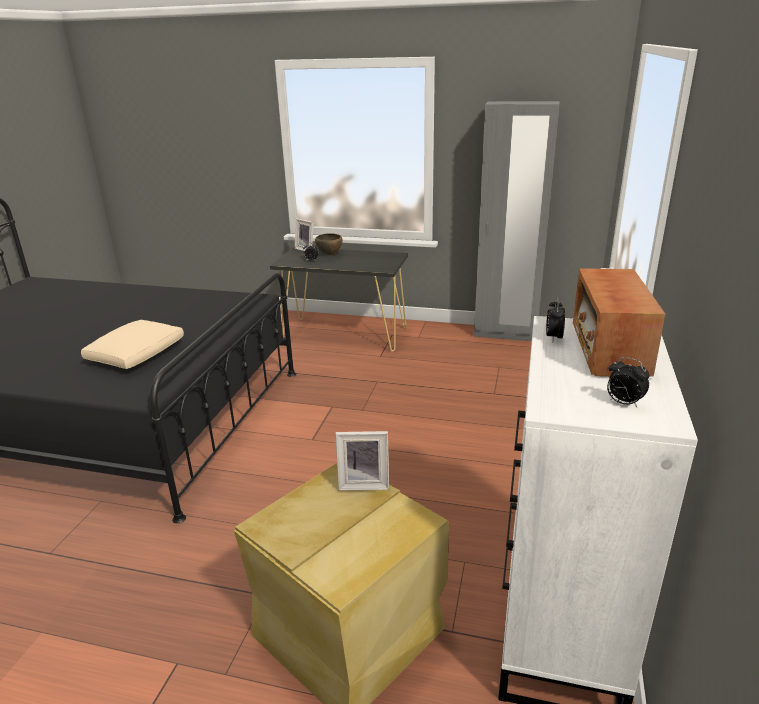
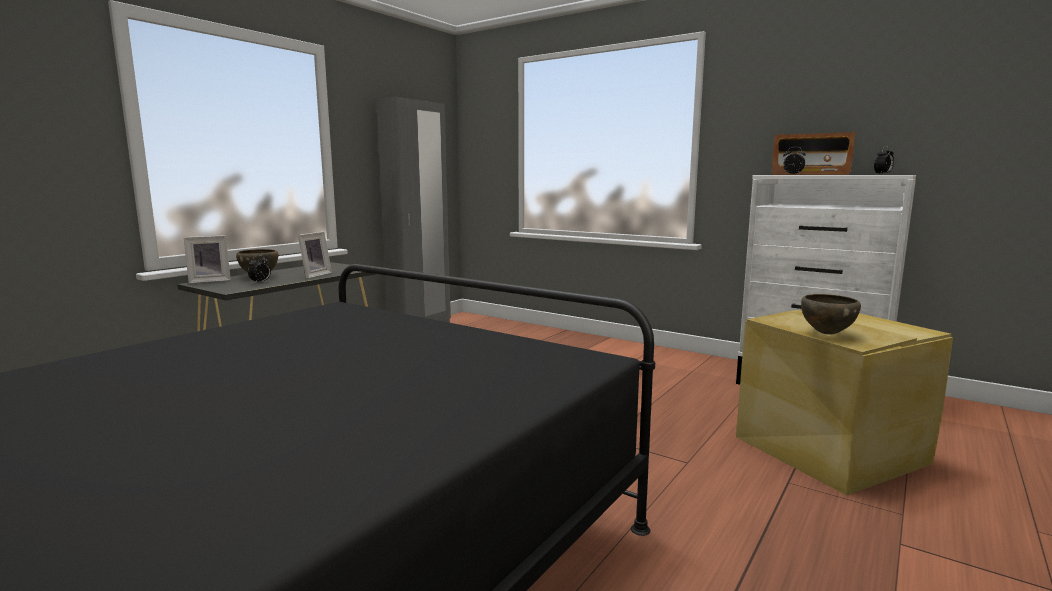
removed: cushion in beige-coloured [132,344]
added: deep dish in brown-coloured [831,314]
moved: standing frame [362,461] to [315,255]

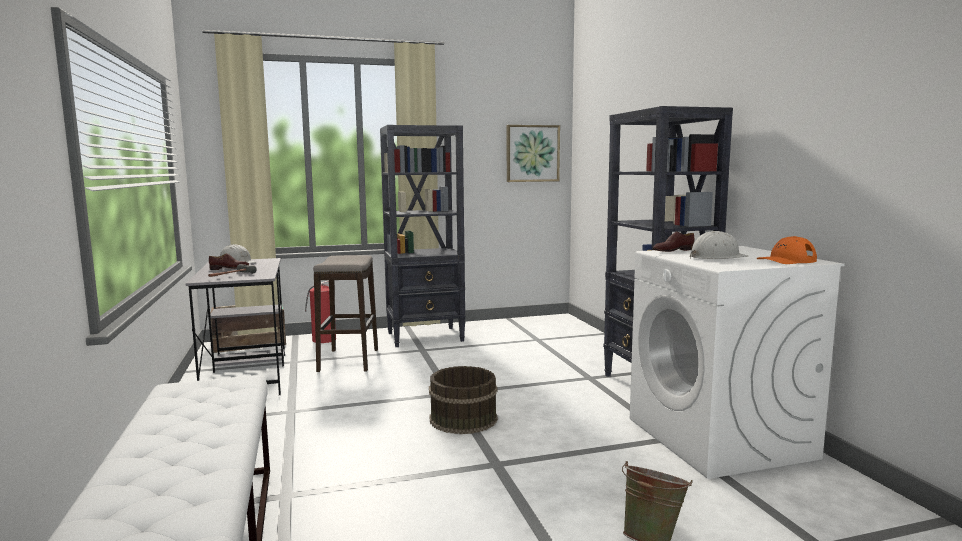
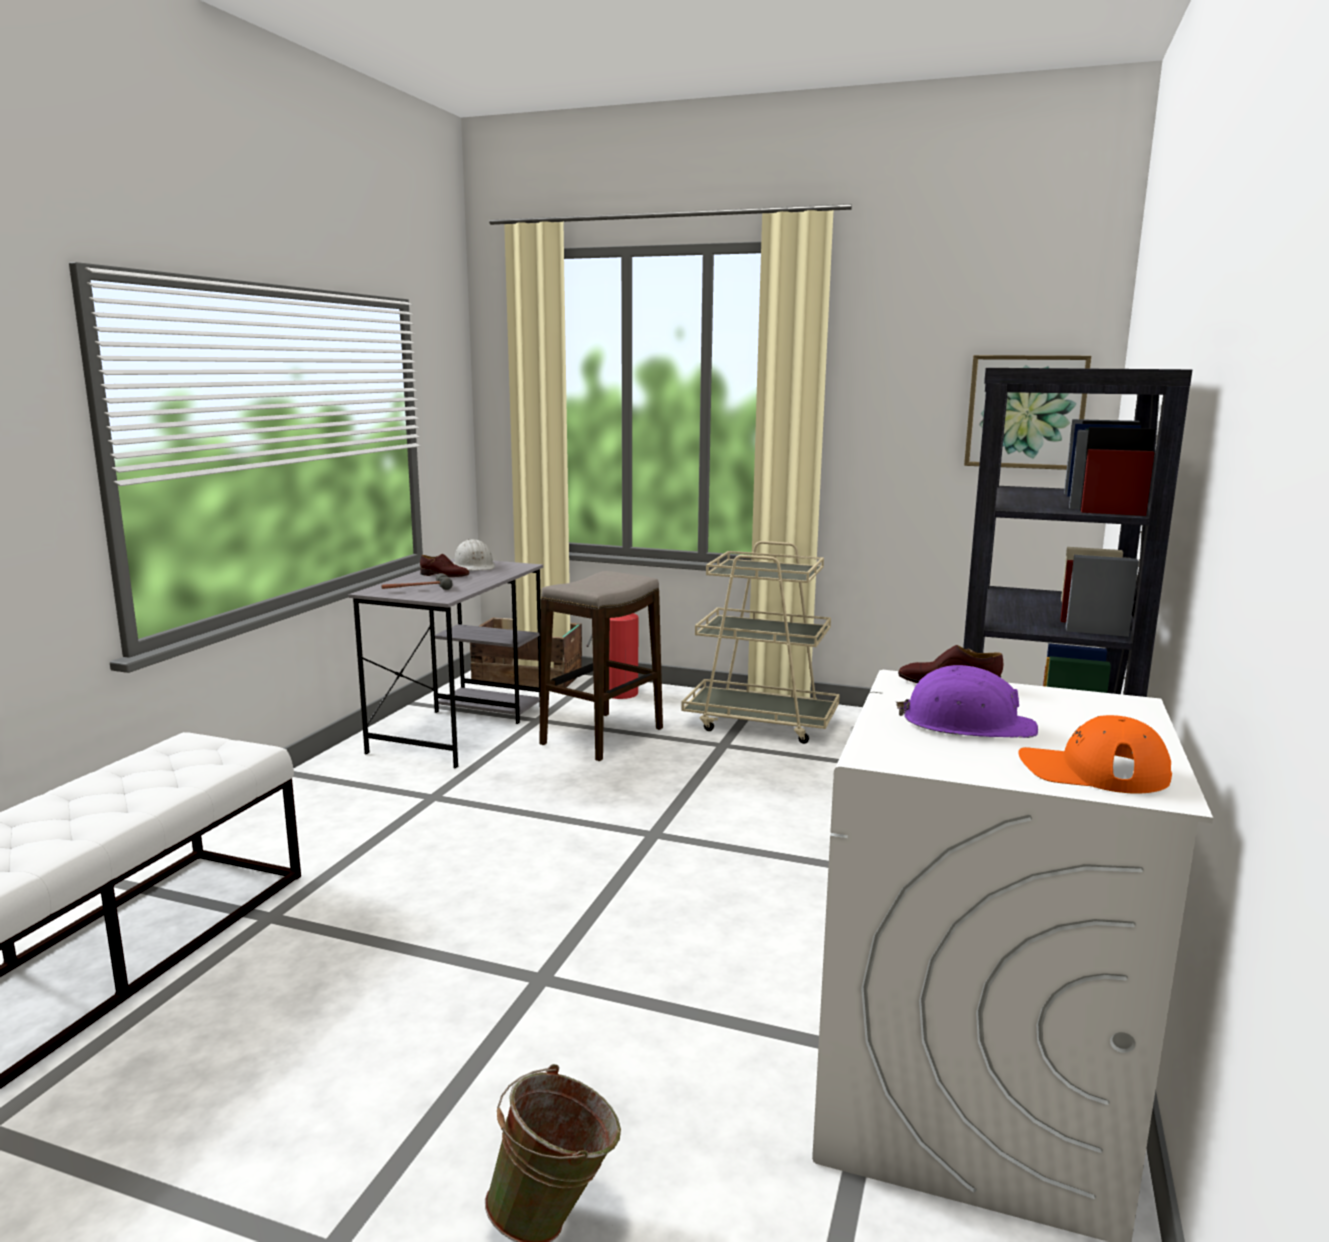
removed: pail in brown-coloured [463,400]
replaced: bookcase in blackish [423,236] to trolley in beige-coloured [760,642]
recoloured: safety helmet in white-coloured [718,245] to safety helmet in purple-coloured [967,701]

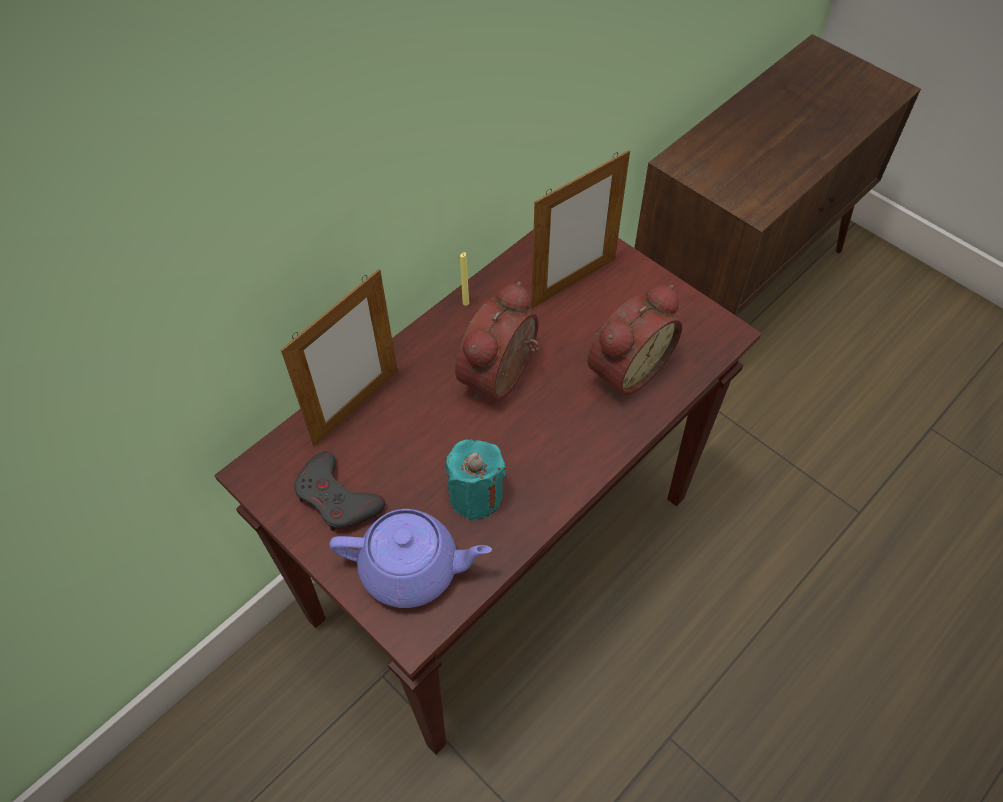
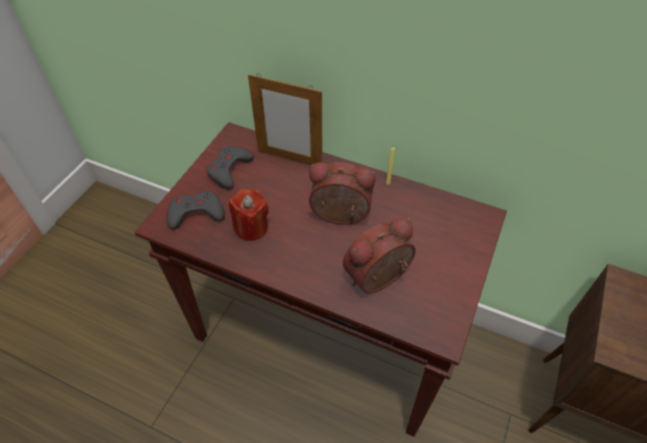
removed: standing frame [580,229]
replaced: pot for tea in purple-coloured [410,558] to game controller in gray [195,210]
recoloured: wax light in turquoise-coloured [476,479] to wax light in reddish [249,215]
turned: table clock [634,341] = [379,255] 120 degrees clockwise

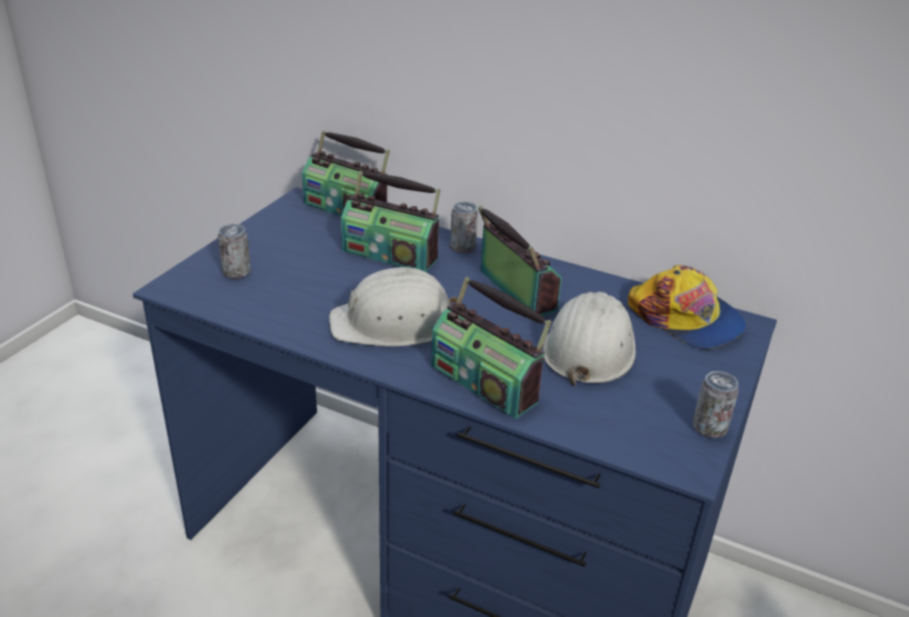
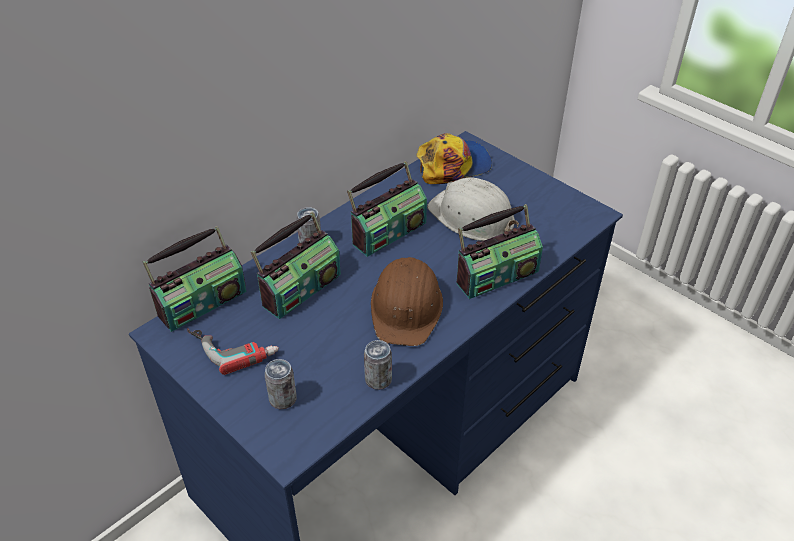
added: drill [233,351]
moved: can [716,404] to [378,365]
recoloured: safety helmet in white-coloured [393,307] to safety helmet in brown-coloured [407,301]
turned: radio [520,261] = [387,209] 150 degrees clockwise

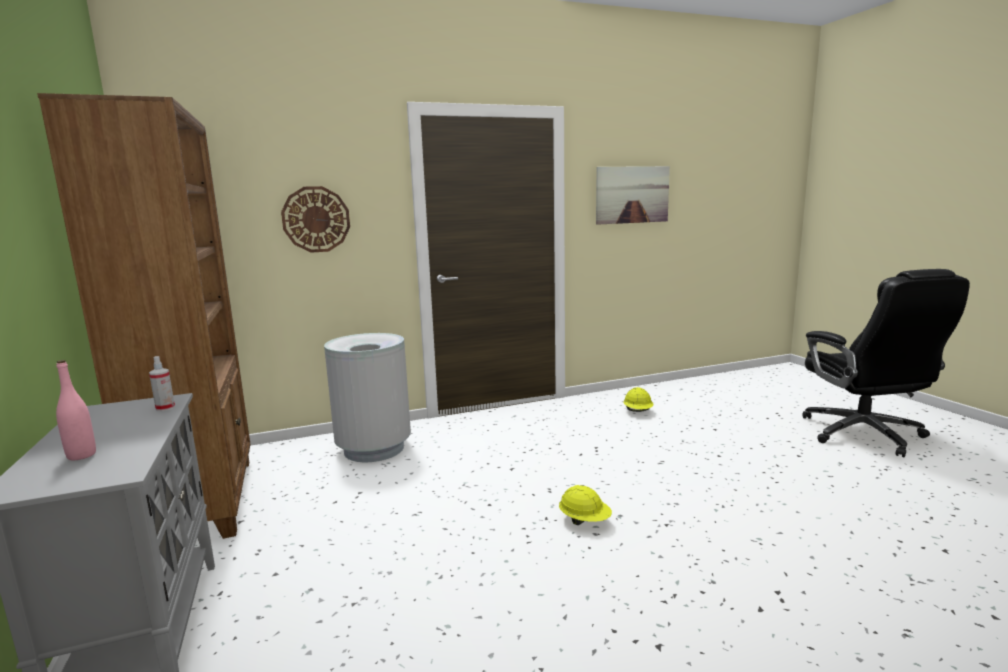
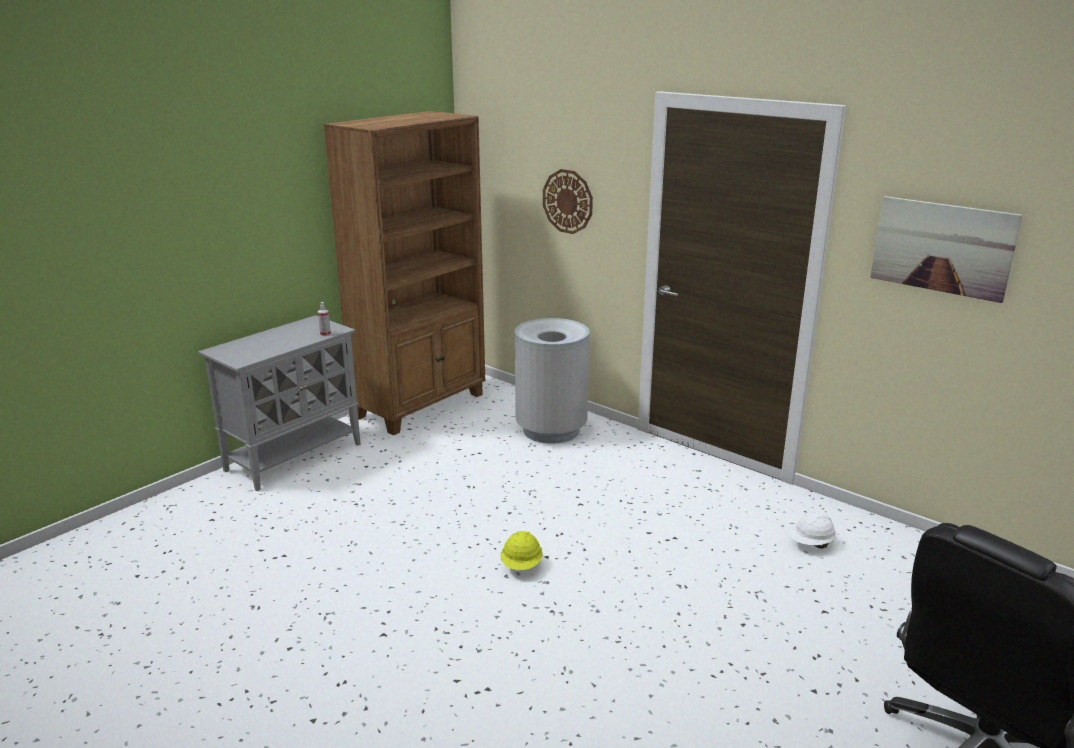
removed: beverage bottle in pink-coloured [76,410]
recoloured: safety helmet in yellow [638,399] to safety helmet in white-coloured [812,530]

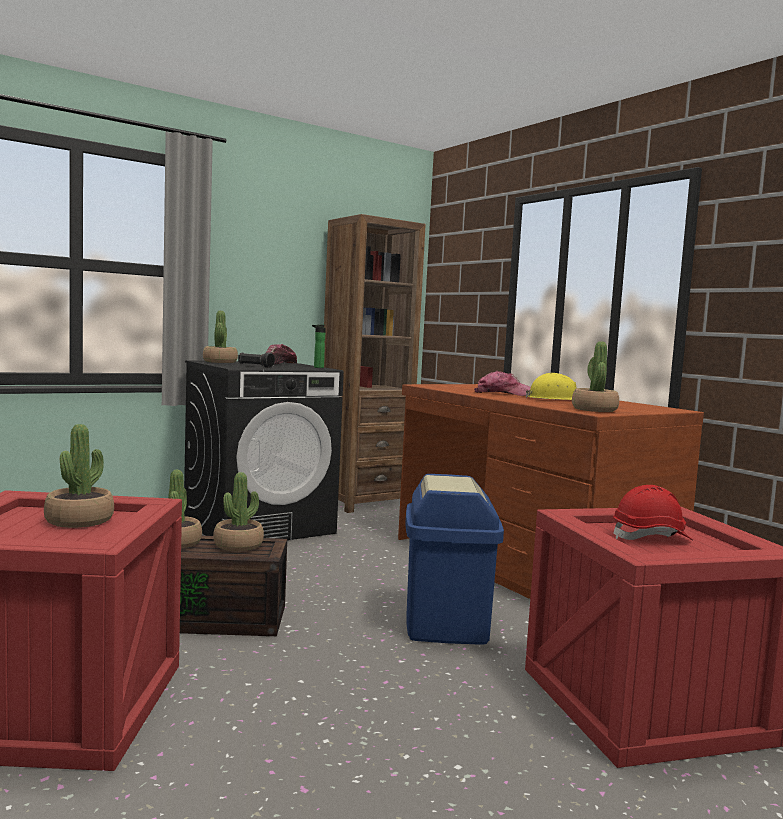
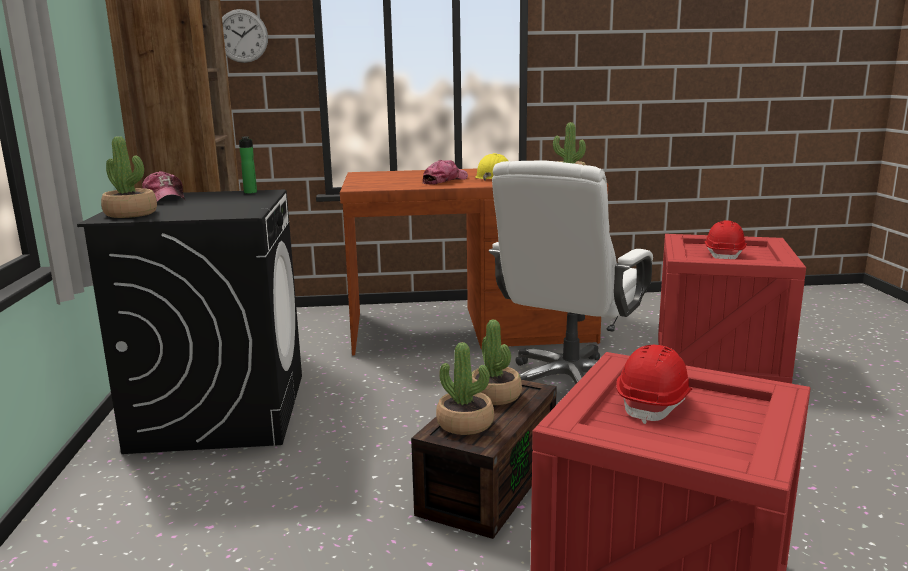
removed: flashlight in blackish [256,360]
added: hanging clock [245,36]
replaced: waste bin in bluish [455,559] to office chair in white-coloured [571,272]; plant in a pot [79,476] to safety helmet in reddish [654,384]

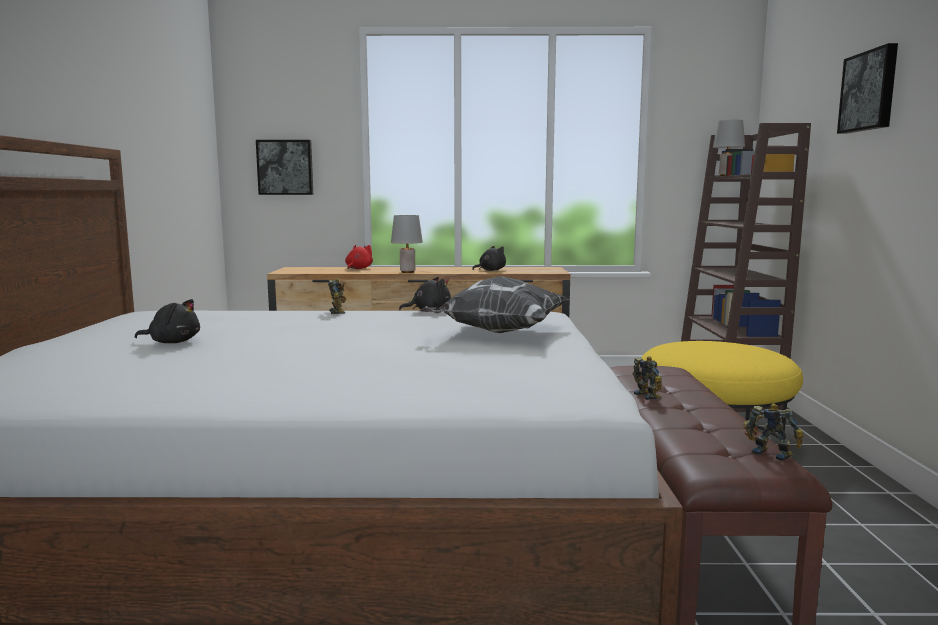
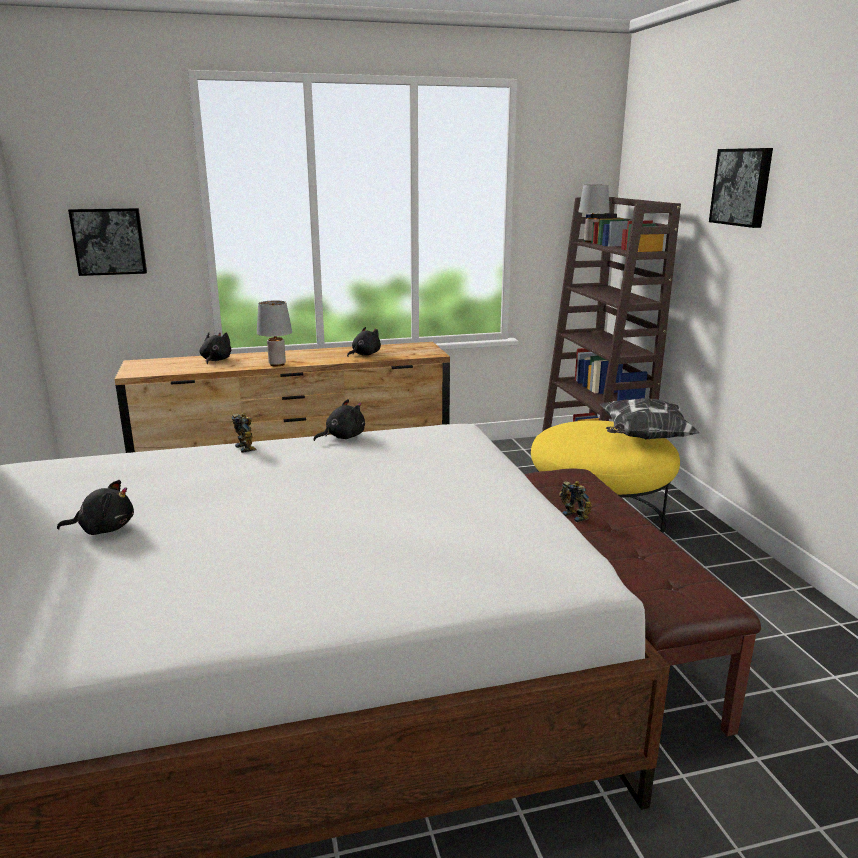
removed: robot figure [773,432]
moved: cushion [494,304] to [650,418]
recoloured: plush toy in reddish [359,257] to plush toy in blackish [215,348]

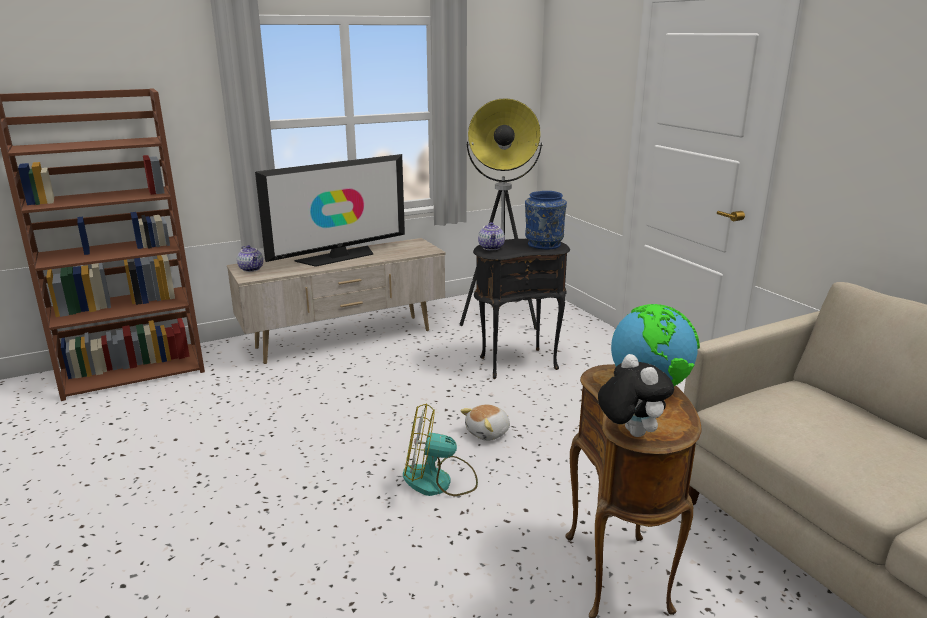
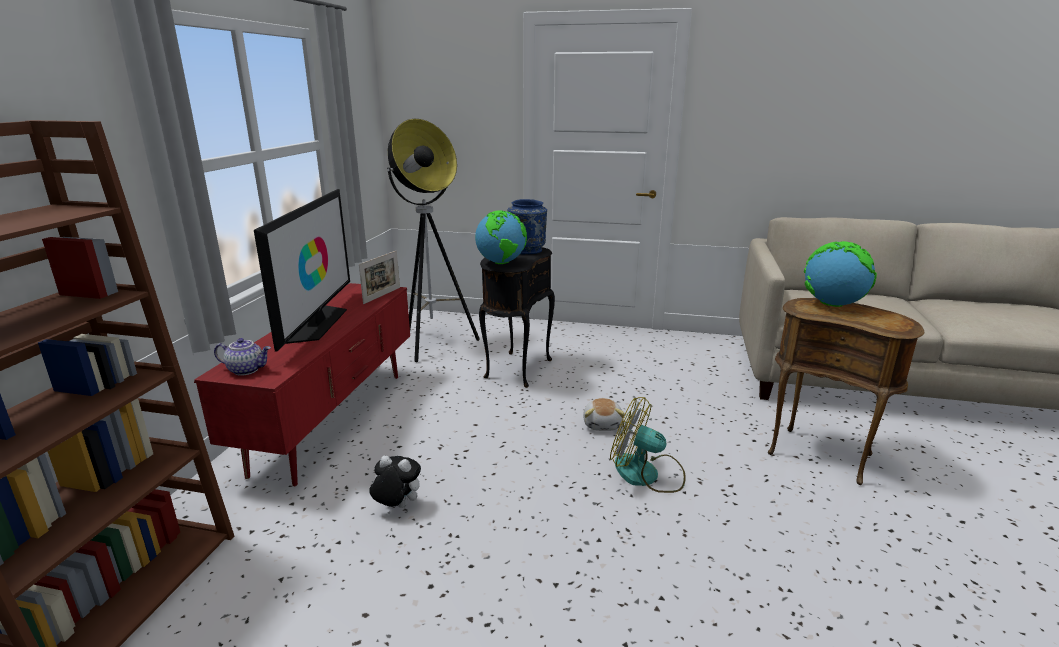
added: standing frame [379,277]
moved: plush toy [636,395] to [395,482]
replaced: pot for tea [491,236] to globe [501,237]
recoloured: tv unit in beige-coloured [336,301] to tv unit in reddish [302,384]
turned: cooling fan [440,449] = [648,445] 75 degrees clockwise

